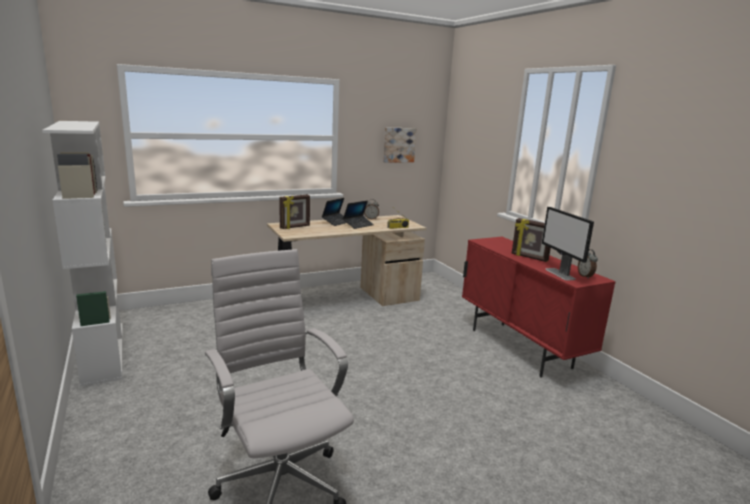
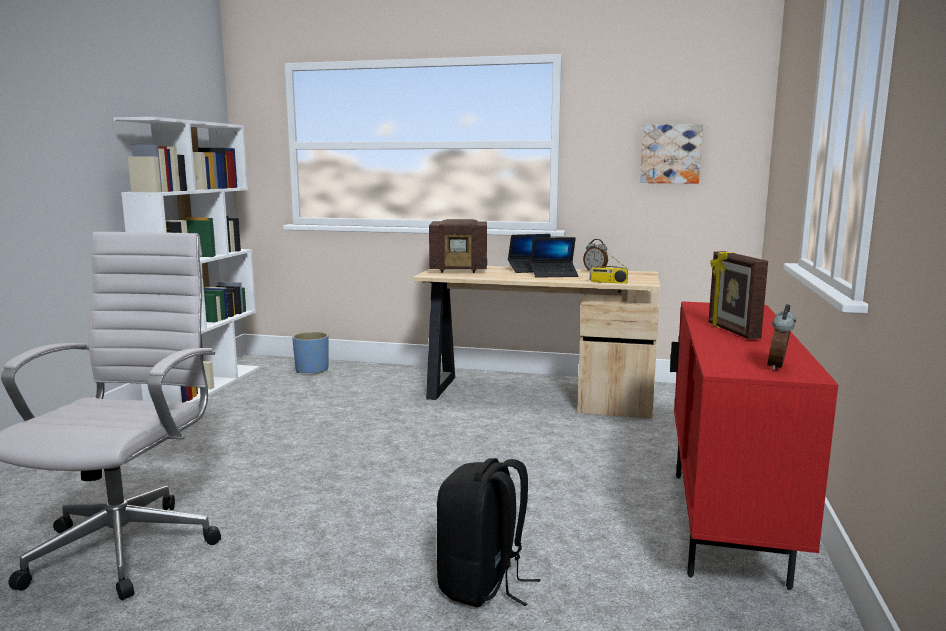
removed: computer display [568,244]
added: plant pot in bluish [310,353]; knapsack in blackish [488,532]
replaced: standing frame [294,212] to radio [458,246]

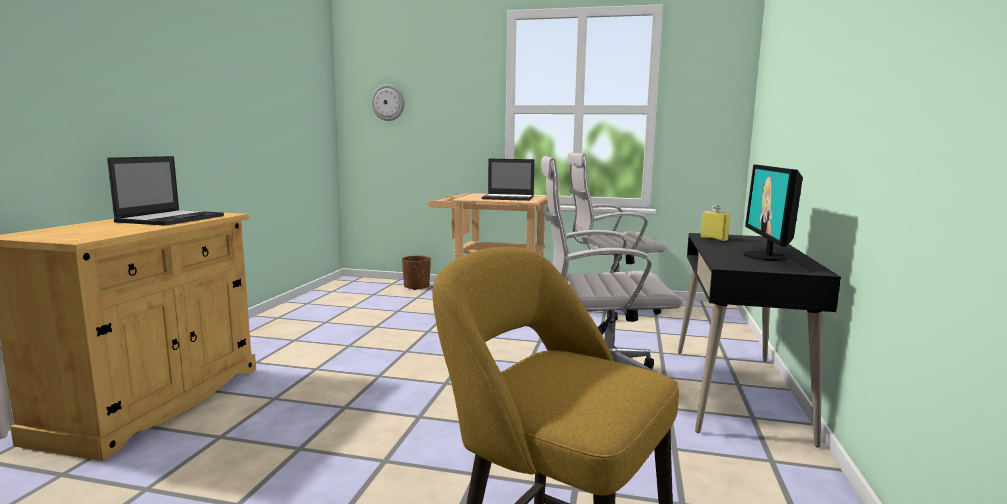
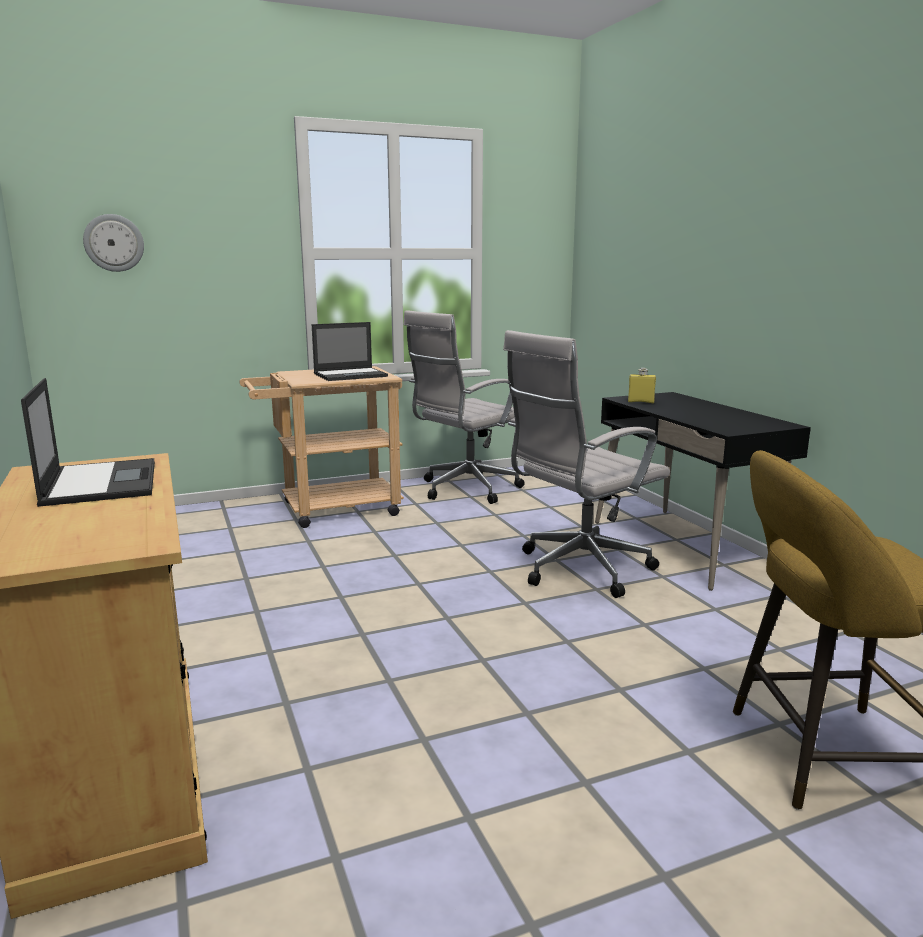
removed: plant pot in brown-coloured [416,273]; computer display [773,212]

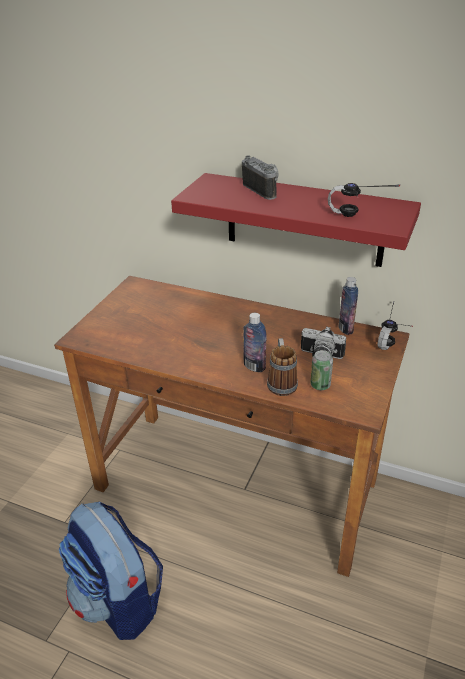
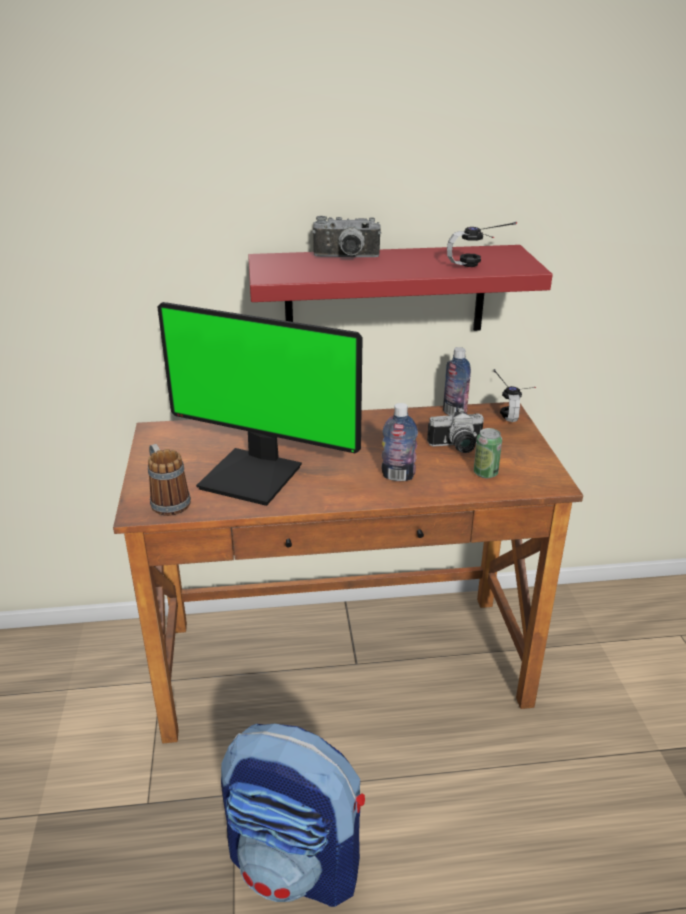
added: computer display [260,404]
moved: tea mug [282,367] to [169,480]
turned: still camera [260,178] = [346,236] 150 degrees clockwise

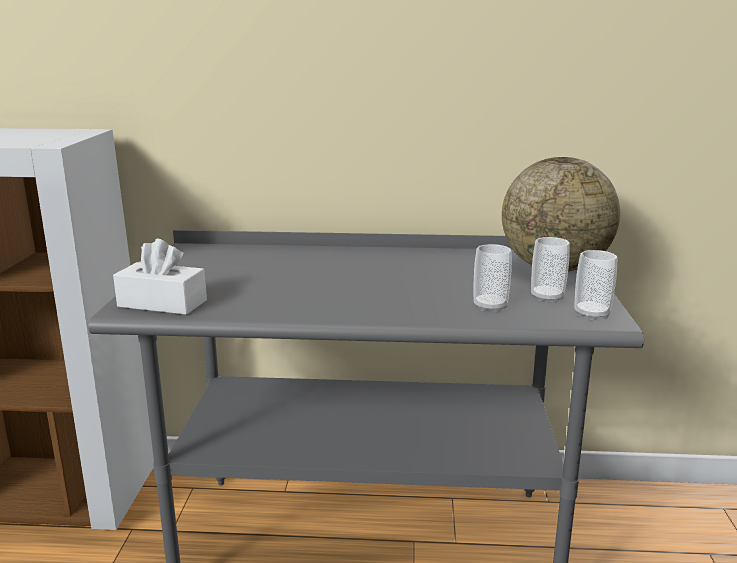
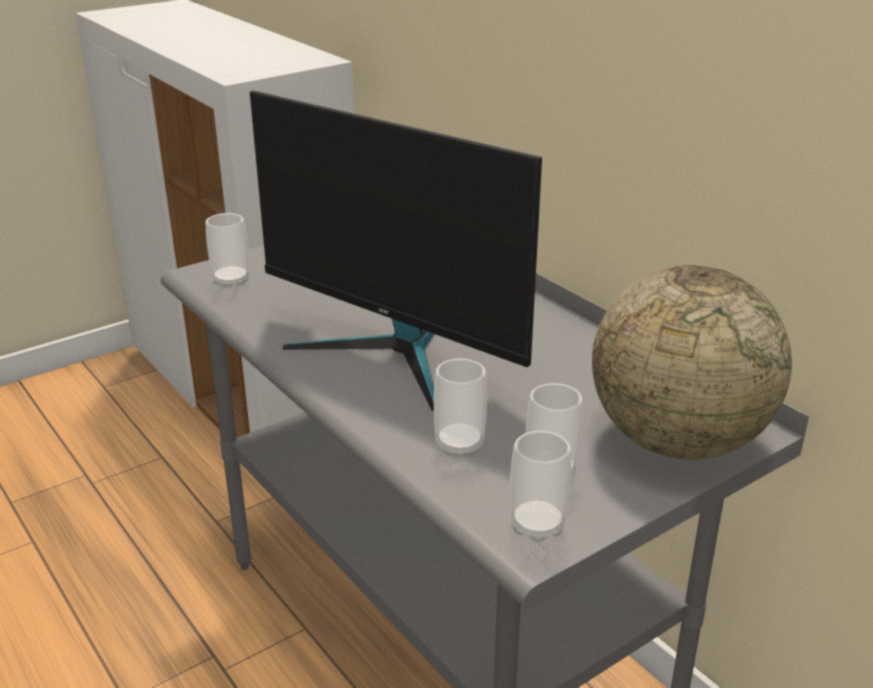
added: computer display [396,251]
replaced: box of tissues in white-coloured [160,276] to cup [227,250]

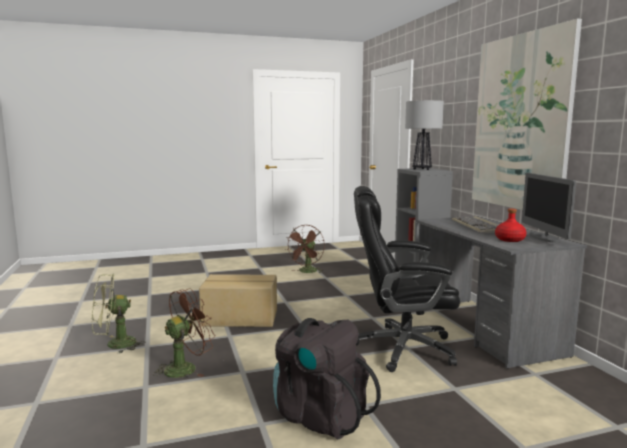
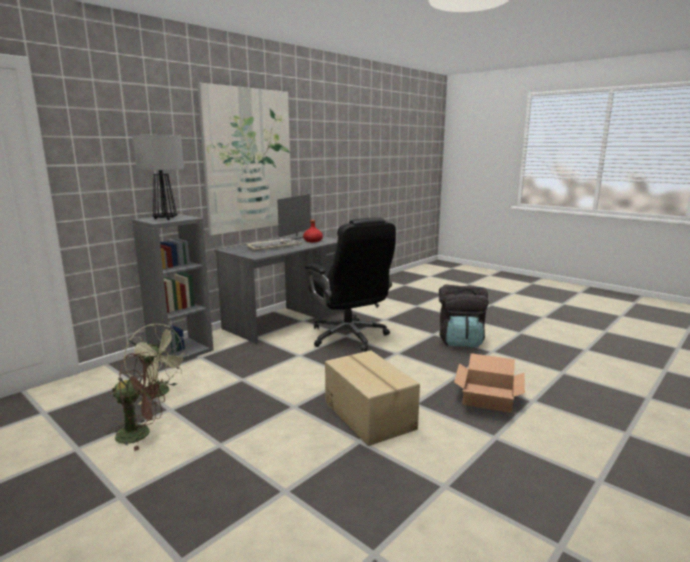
moved: cooling fan in green [118,314] to [156,364]
replaced: cooling fan in brown-coloured [184,333] to carton [489,383]
turned: computer display [549,208] = [294,217] 150 degrees clockwise

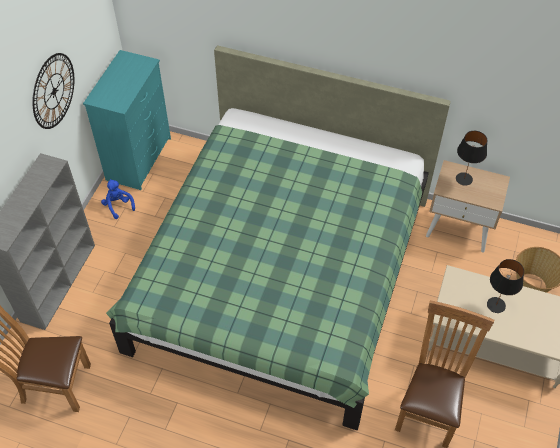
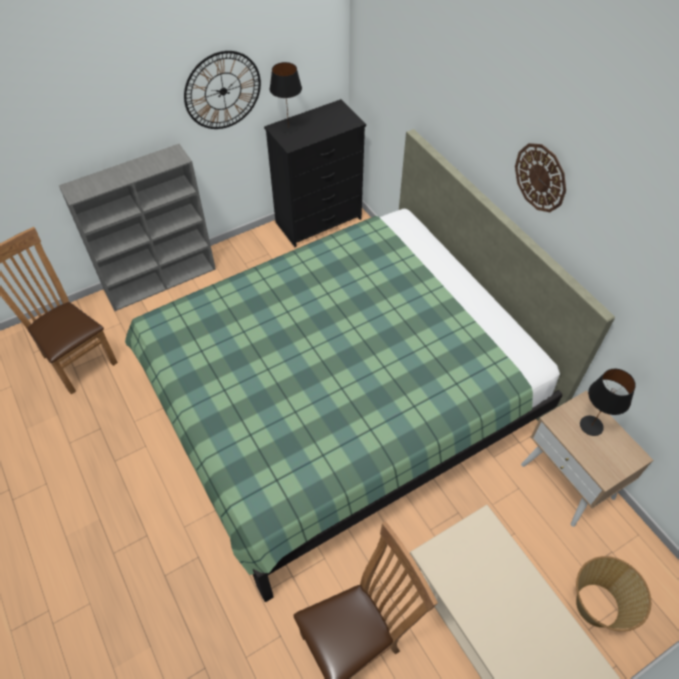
removed: plush toy in bluish [118,199]
added: hanging clock [540,177]
moved: table lamp in blackish [505,286] to [286,97]
recoloured: dresser in turquoise-coloured [127,120] to dresser in blackish [315,173]

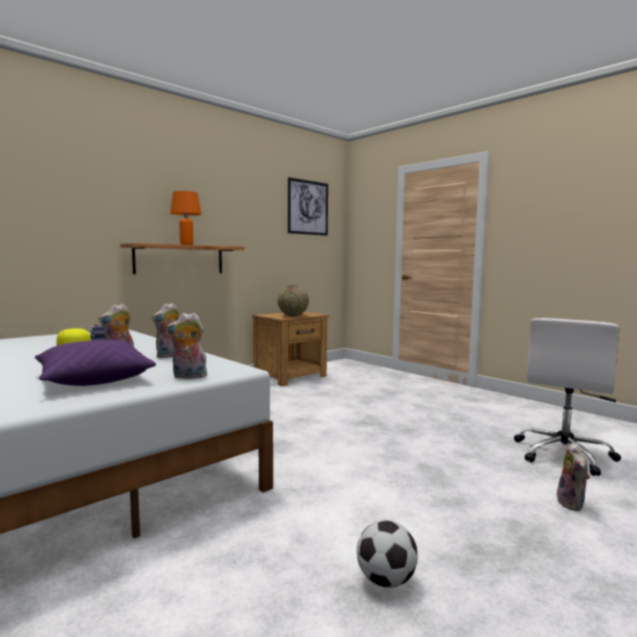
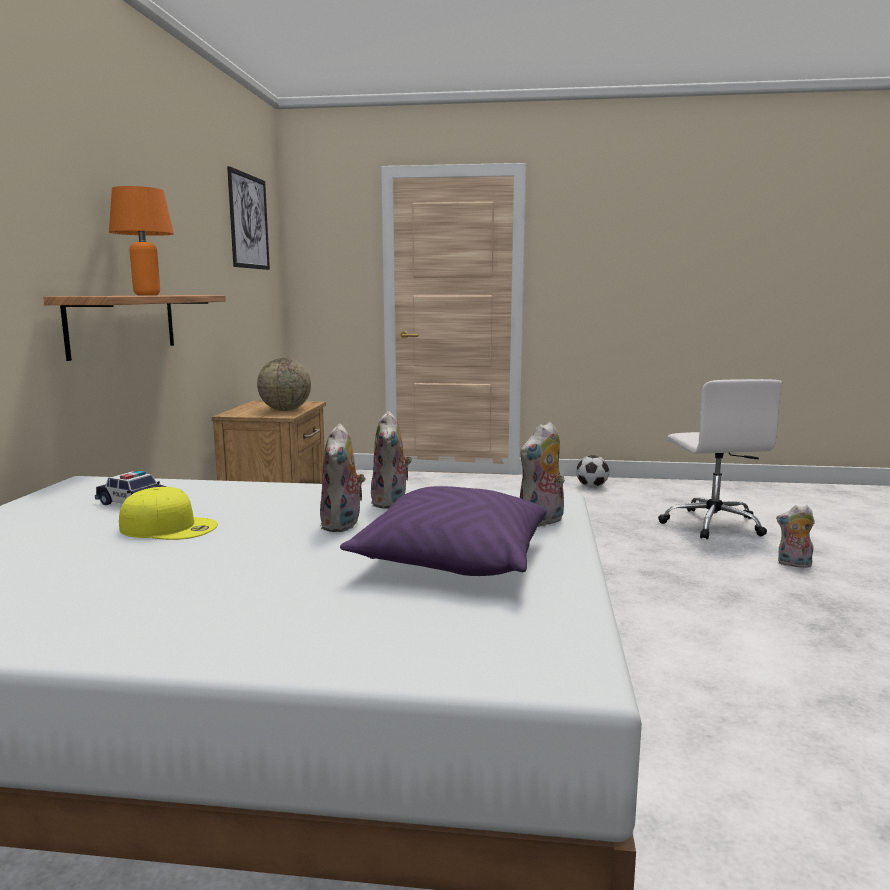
moved: football [387,554] to [592,471]
turned: plush toy [573,476] = [795,536] 135 degrees clockwise

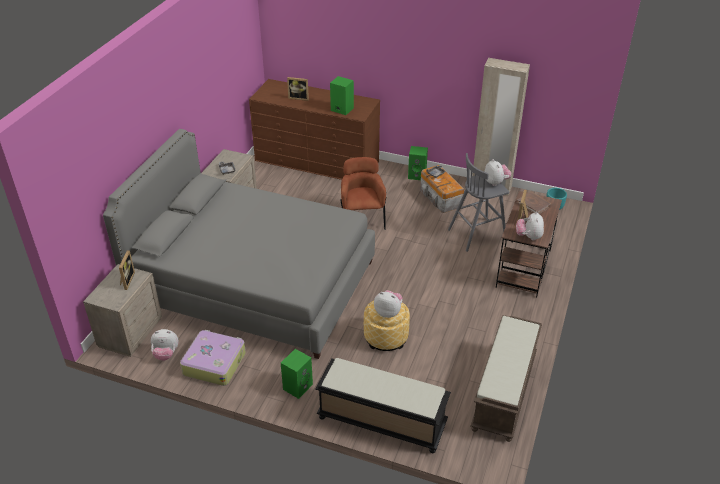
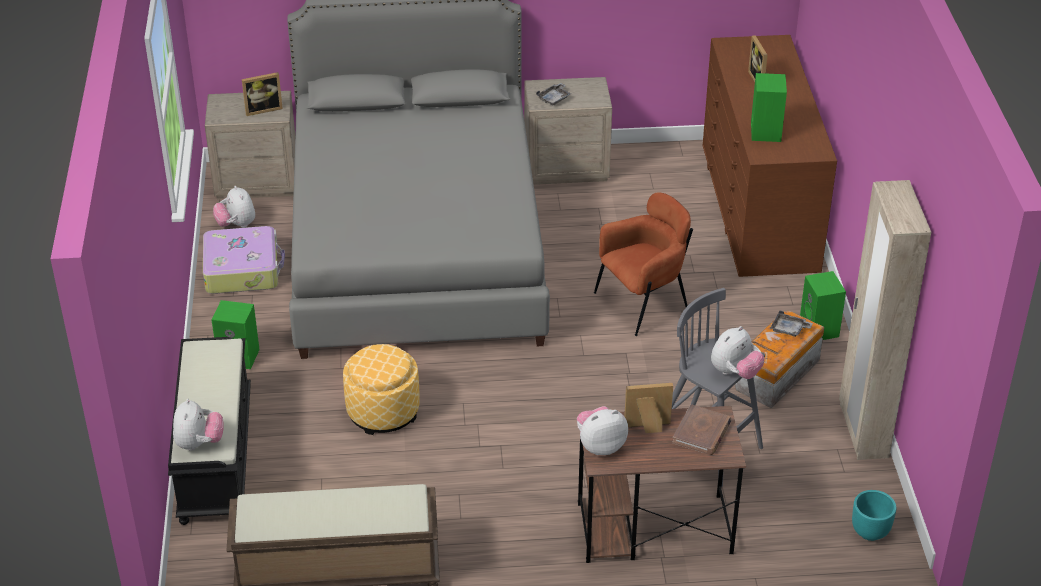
moved: plush toy [388,304] to [198,425]

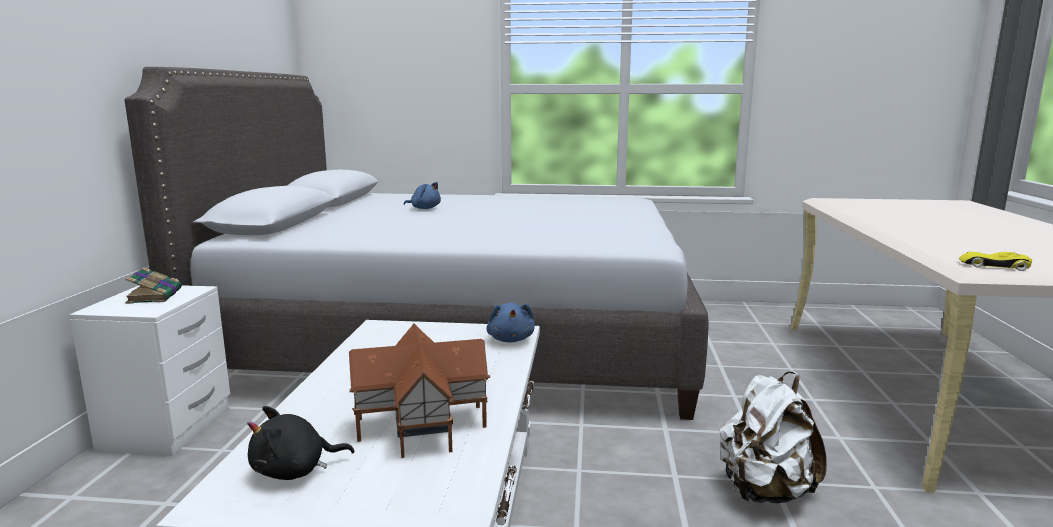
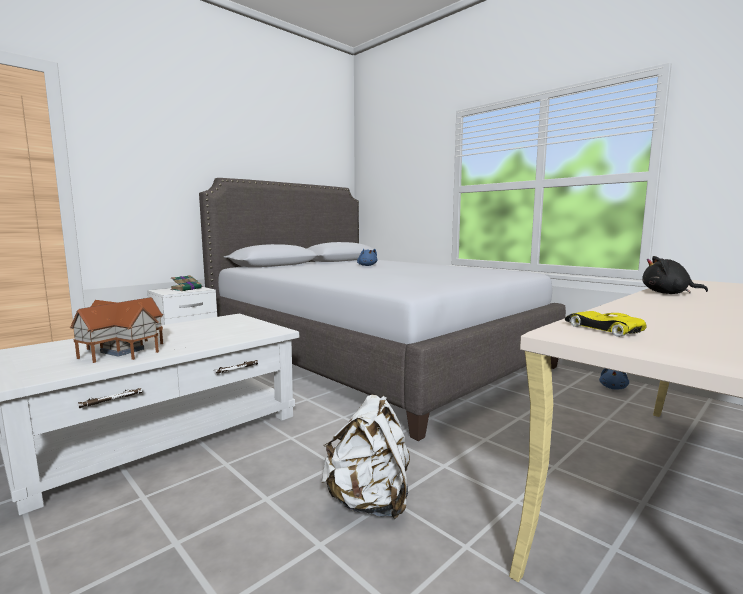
moved: plush toy in bluish [510,323] to [614,378]; plush toy in blackish [300,443] to [675,275]

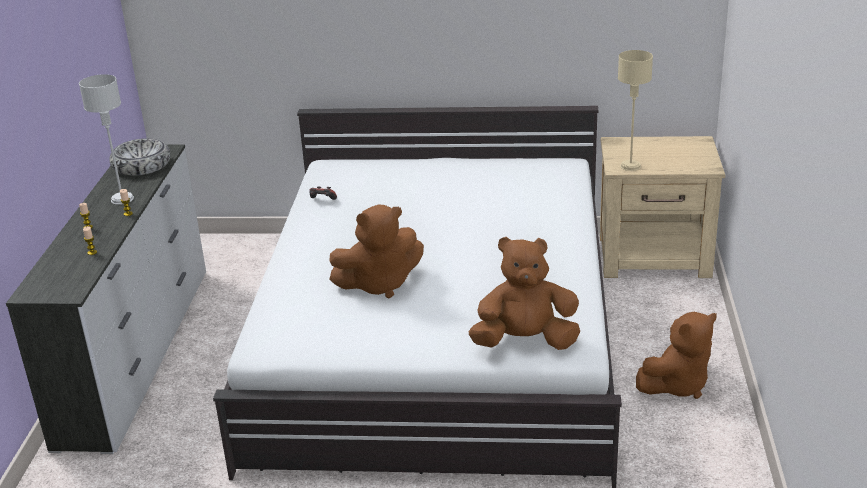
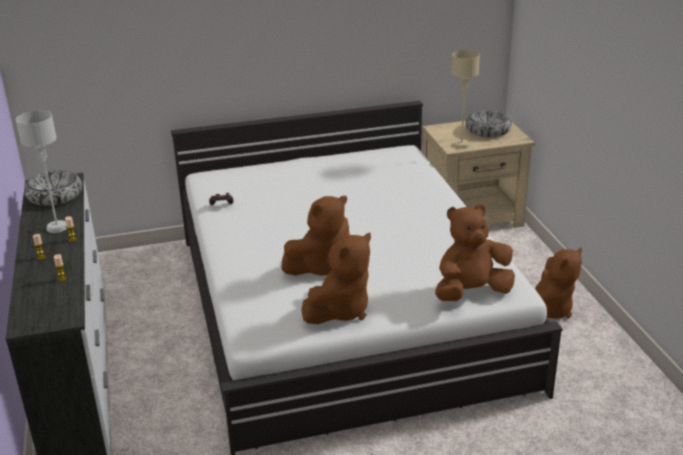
added: plush toy in brown-coloured [336,278]; deep dish [489,123]

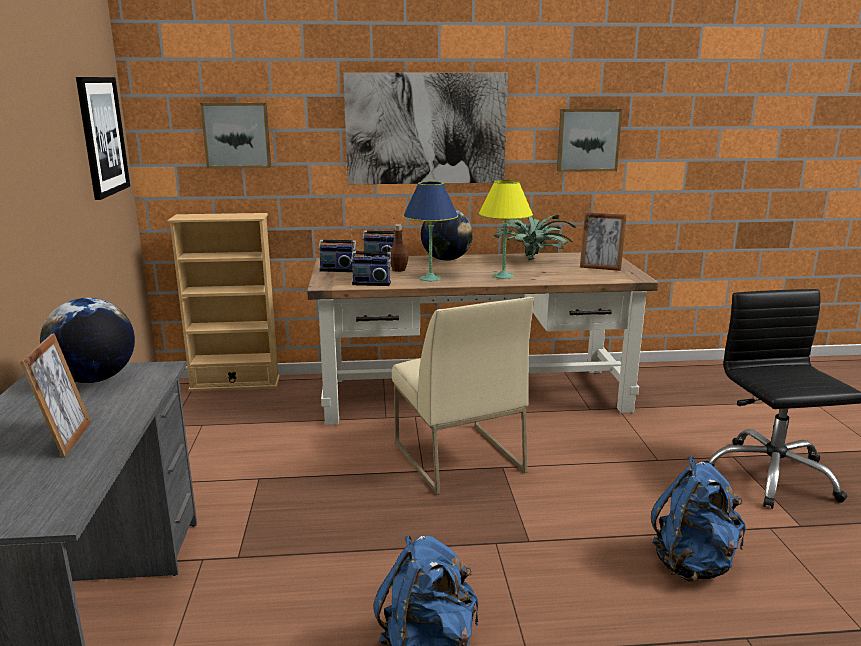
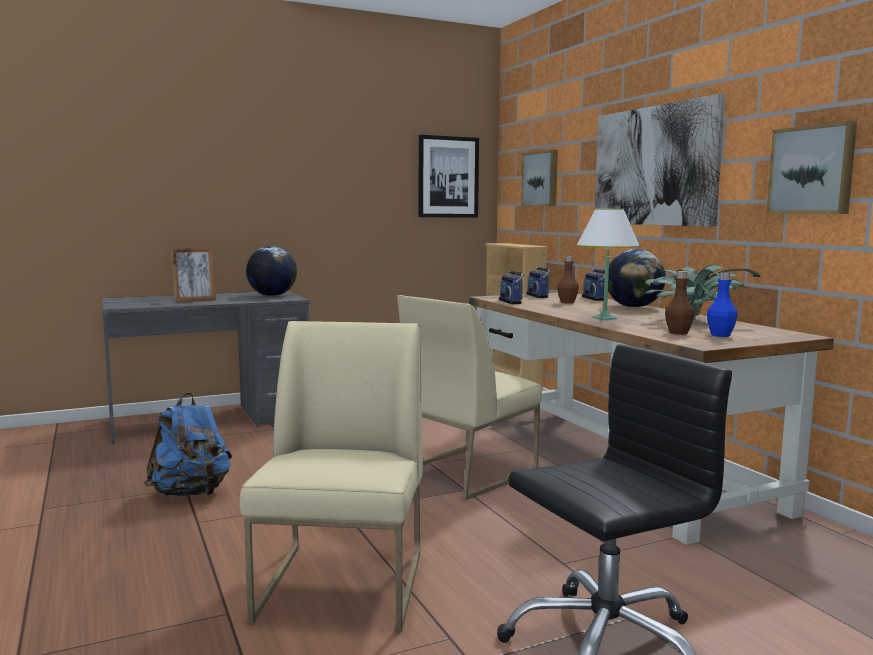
removed: table lamp in bluish [430,231]
added: beverage bottle in brown-coloured [680,303]
replaced: knapsack in bluish [698,519] to upright chair in beige-coloured [331,476]; standing frame [603,241] to beverage bottle in bluish [722,305]
recoloured: table lamp in yellow [506,229] to table lamp in white-coloured [608,264]

